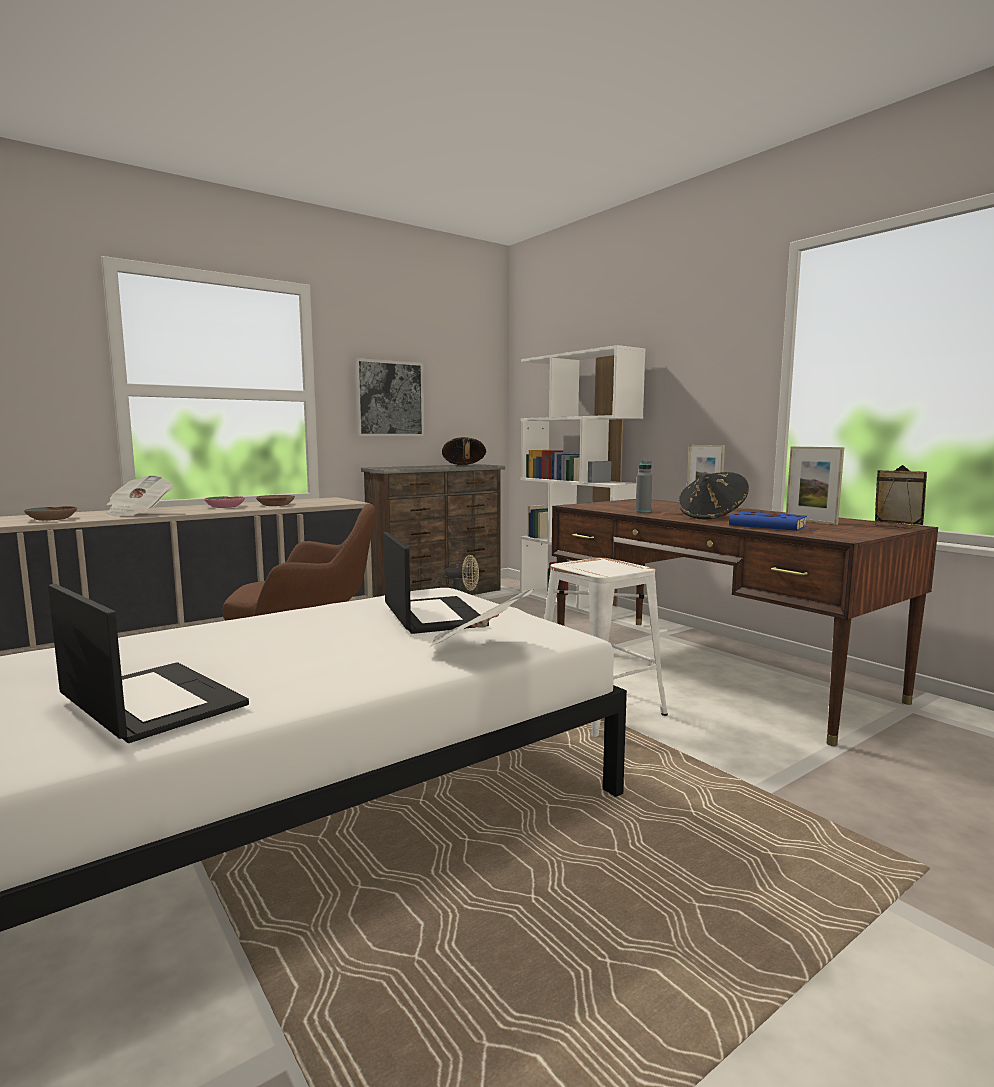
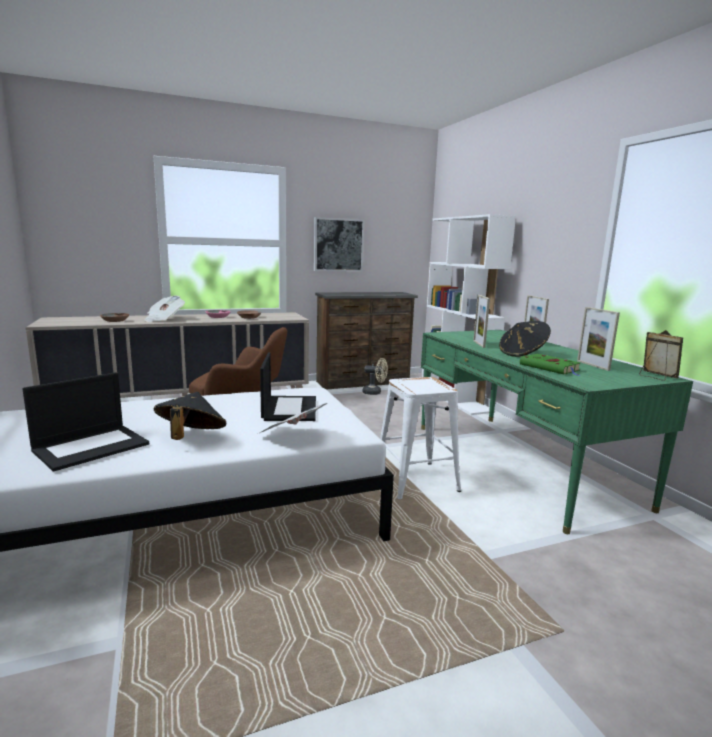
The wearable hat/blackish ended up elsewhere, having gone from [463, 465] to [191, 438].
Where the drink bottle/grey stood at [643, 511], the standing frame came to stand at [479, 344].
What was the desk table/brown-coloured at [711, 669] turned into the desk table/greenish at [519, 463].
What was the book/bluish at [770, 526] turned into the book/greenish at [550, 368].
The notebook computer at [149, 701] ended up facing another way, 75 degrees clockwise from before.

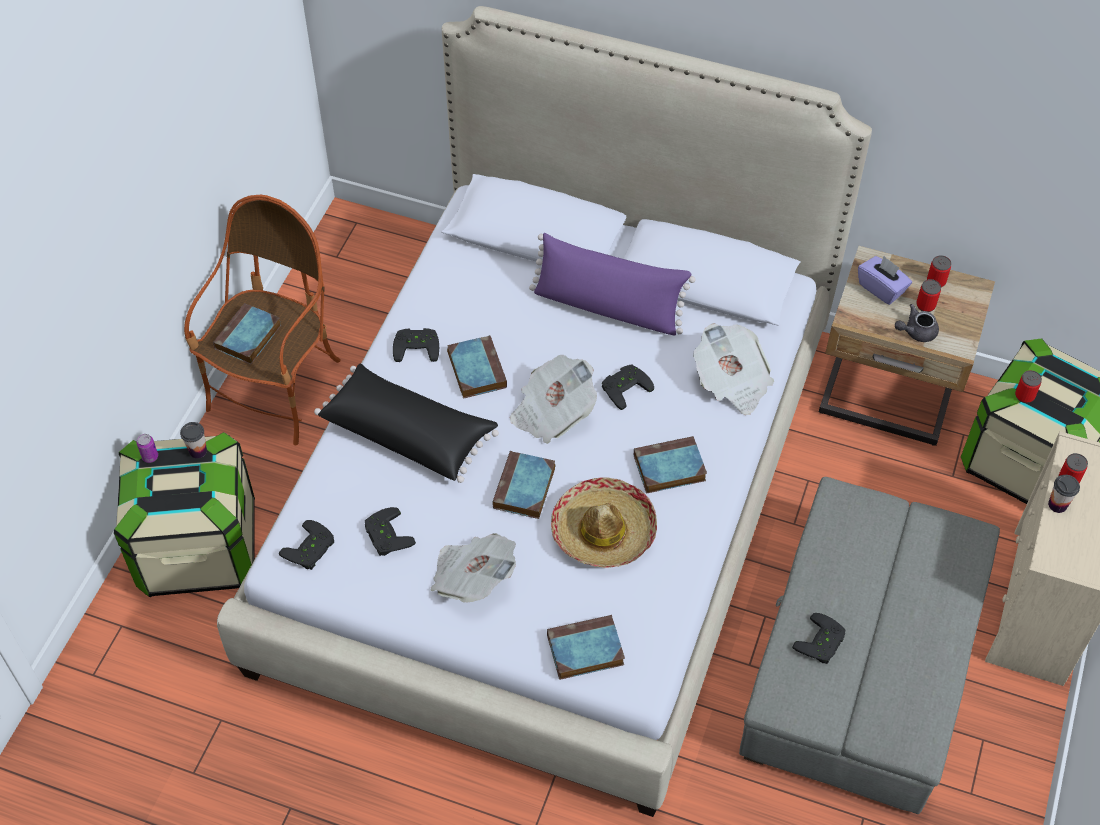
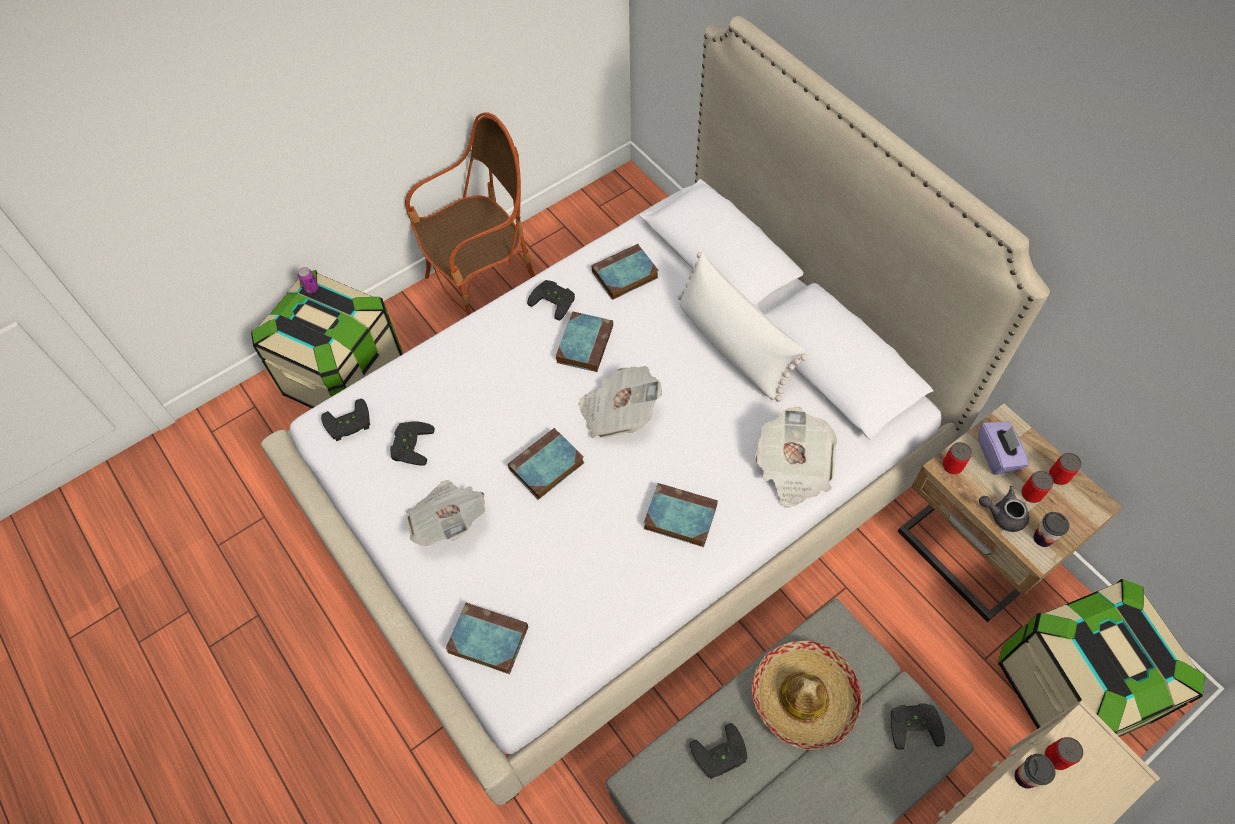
What was the cushion/purplish at [608, 307] turned into the cushion/white at [733, 346].
The book ended up elsewhere, having gone from [248, 338] to [624, 276].
The second view lost the cushion/blackish at [408, 433].
The gamepad/blackish ended up elsewhere, having gone from [624, 386] to [914, 723].
The can ended up elsewhere, having gone from [1024, 396] to [952, 466].
The small cup ended up elsewhere, having gone from [198, 451] to [1042, 538].
The wearable hat ended up elsewhere, having gone from [603, 531] to [804, 698].

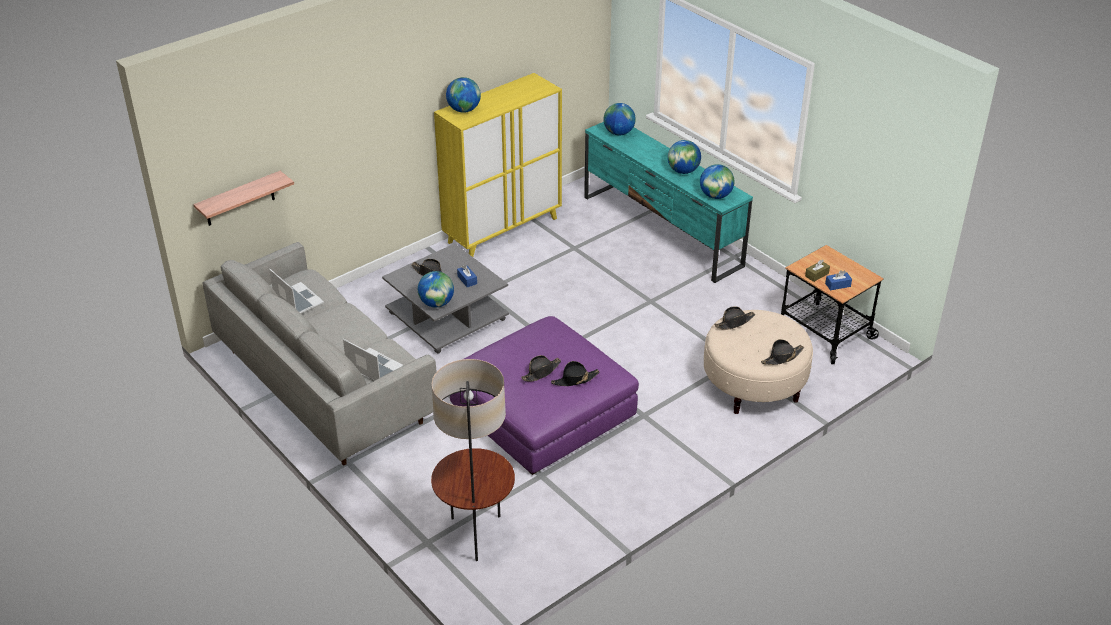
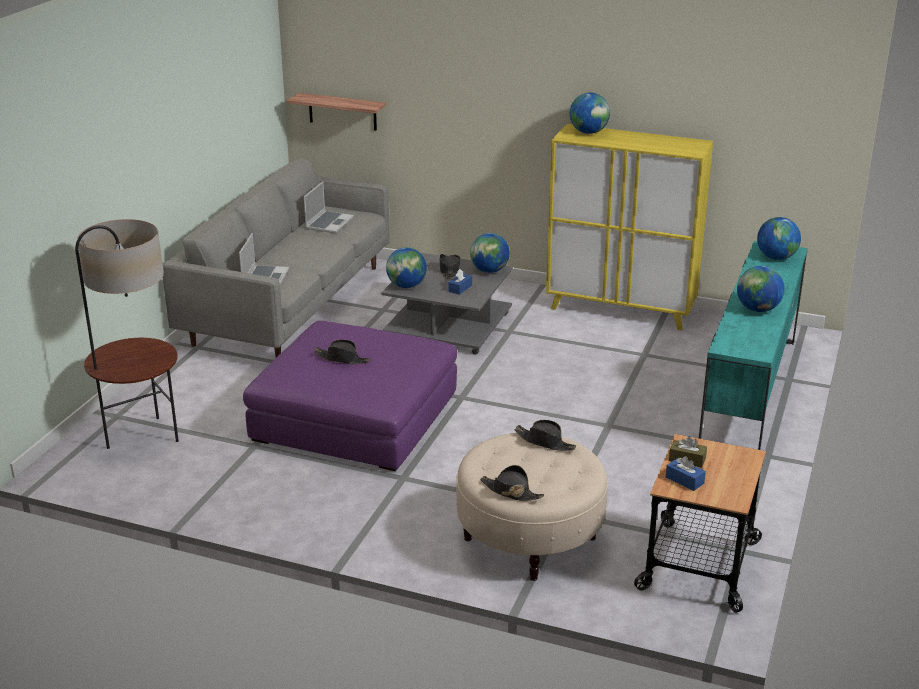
The world globe ended up elsewhere, having gone from [715, 196] to [489, 271].
The second view lost the wearable hat/blackish at [575, 380].

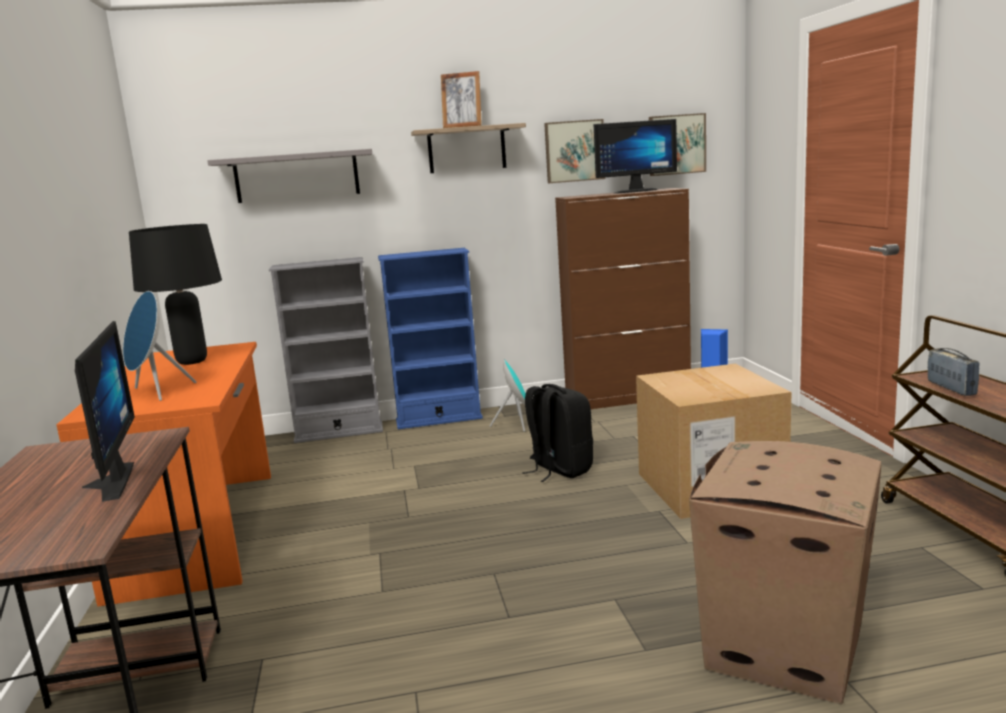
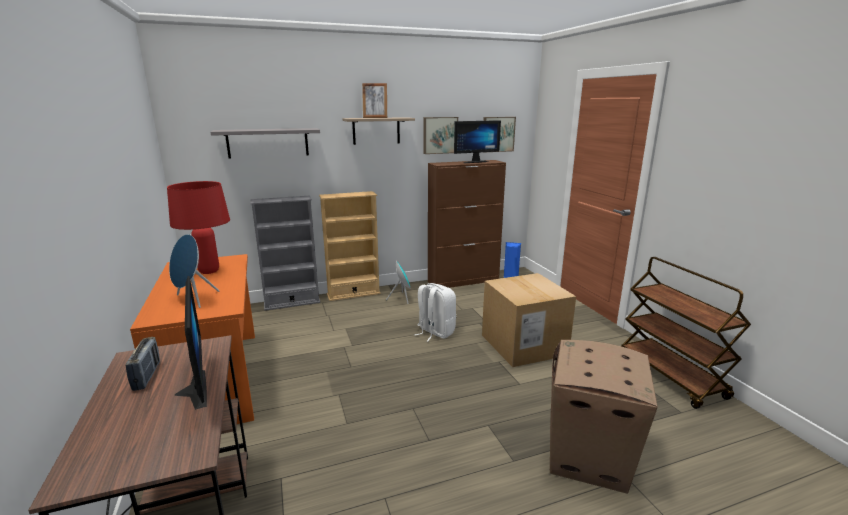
What was the lamp for a table/blackish at [192, 362] turned into the lamp for a table/reddish at [209, 271].
What was the bookshelf/bluish at [439, 419] turned into the bookshelf/sand-coloured at [353, 294].
The radio receiver ended up elsewhere, having gone from [951, 388] to [147, 376].
What was the knapsack/blackish at [559, 469] turned into the knapsack/white at [435, 332].

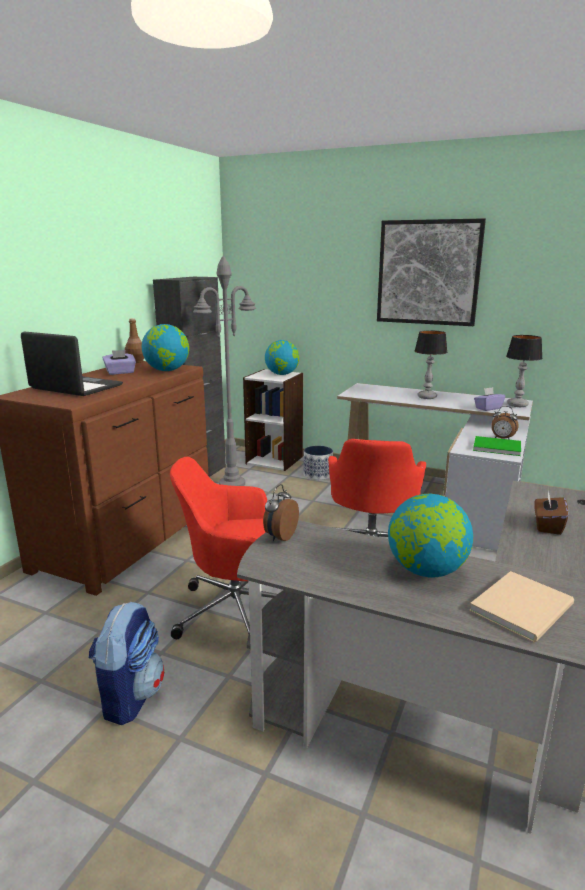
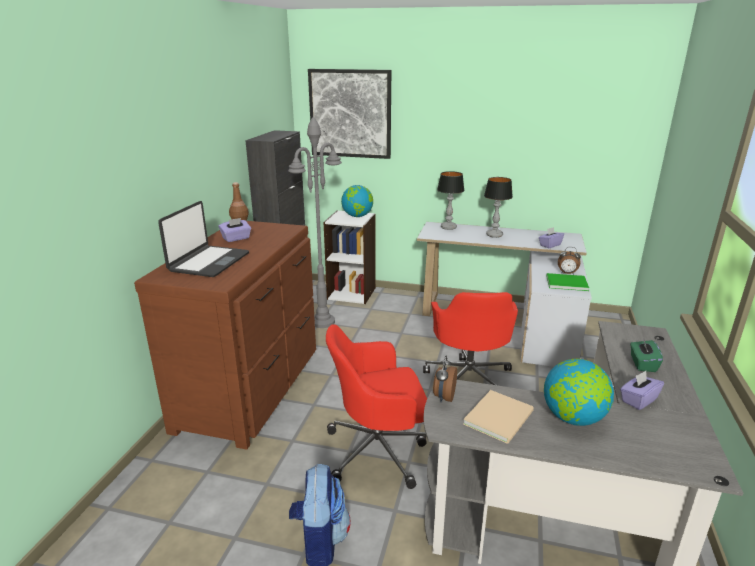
The wall art ended up elsewhere, having gone from [428, 273] to [350, 114].
The second view lost the world globe at [167, 370].
The notebook computer at [75, 387] ended up facing another way, 90 degrees clockwise from before.
The lamp for a table ended up elsewhere, having gone from [517, 405] to [448, 227].
The second view lost the flower pot at [317, 475].
What was the box of tissues/brown-coloured at [547, 525] turned into the box of tissues/greenish at [642, 364].
The book/sand-coloured ended up elsewhere, having gone from [525, 607] to [501, 417].
The second view gained the box of tissues/purplish at [638, 400].

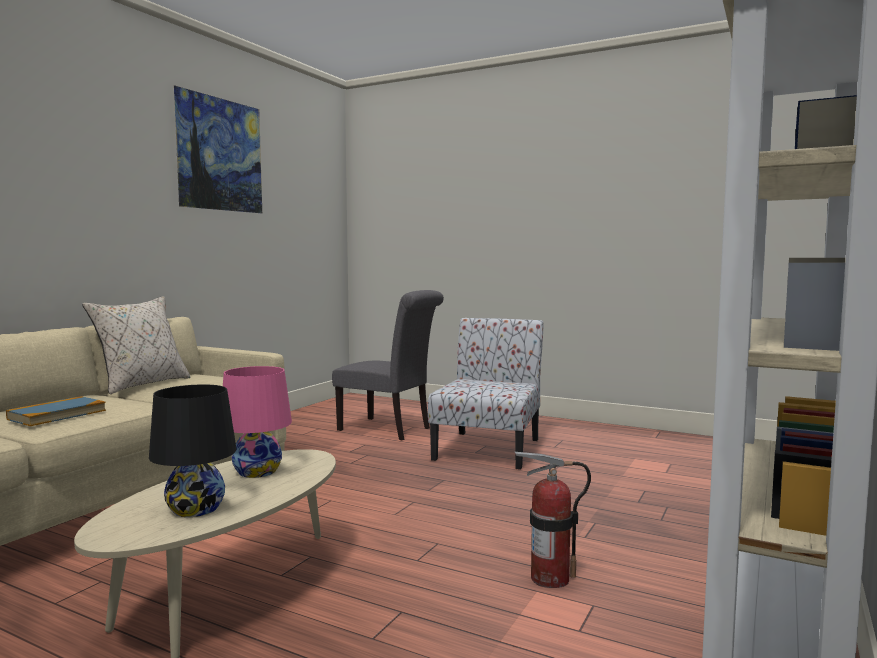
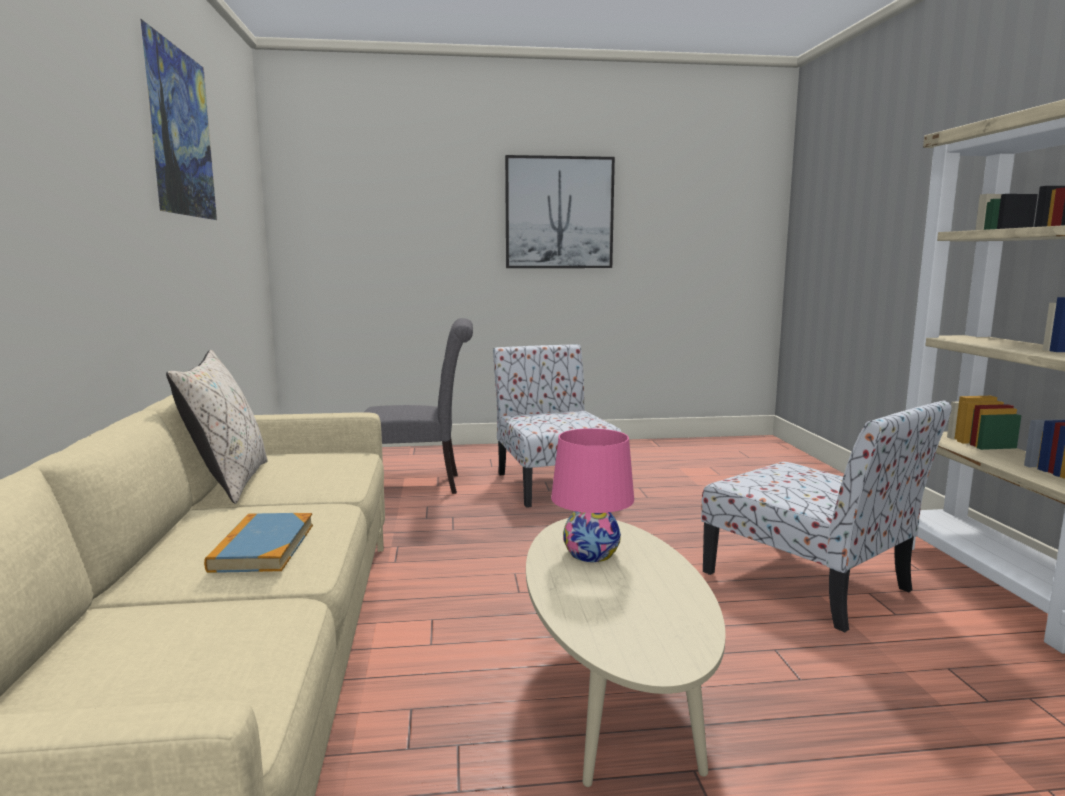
The second view lost the lamp for a table/blackish at [195, 509].
Where the fire-fighting cylinder stood at [549, 578], the upright chair came to stand at [810, 583].
The second view gained the wall art at [559, 213].

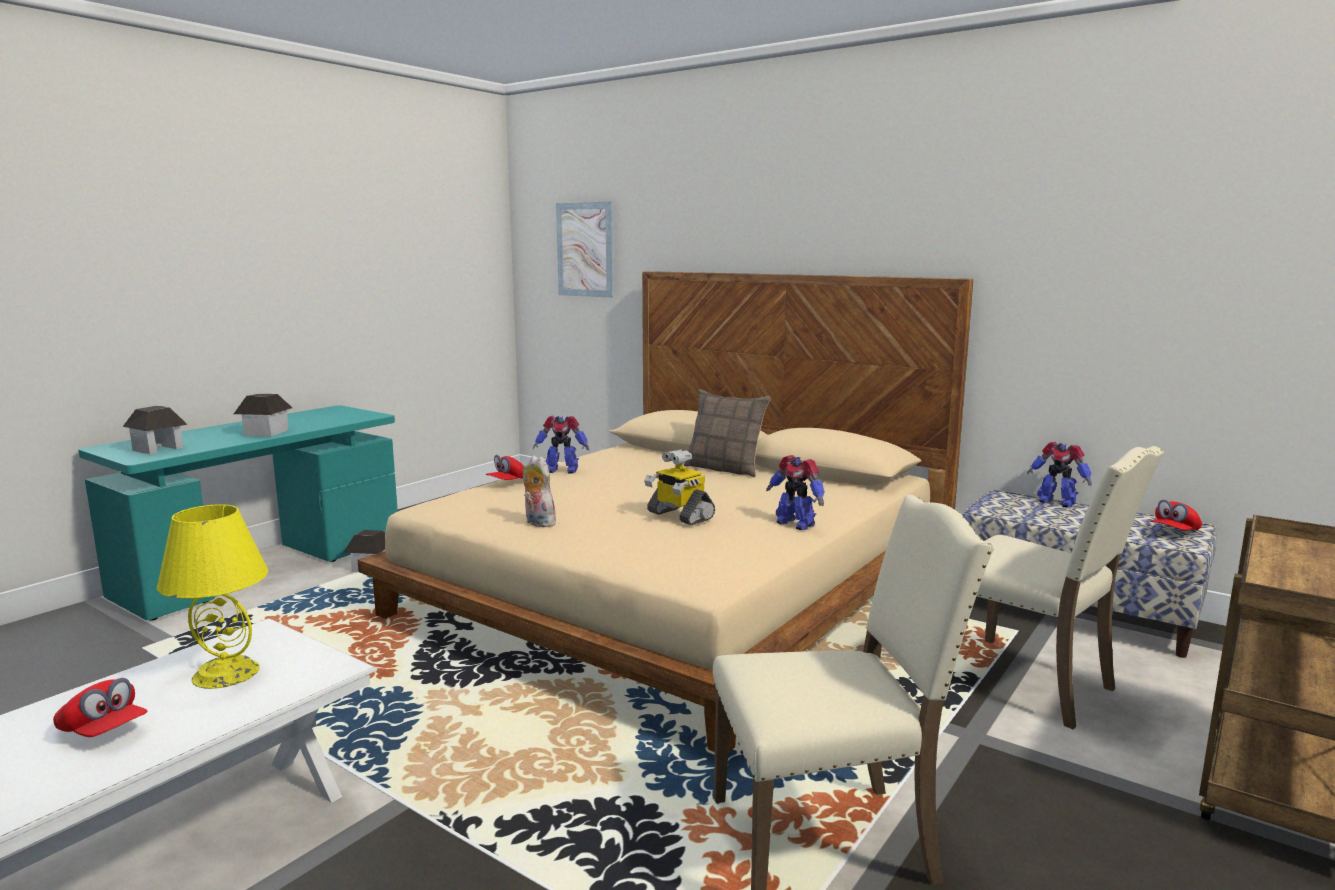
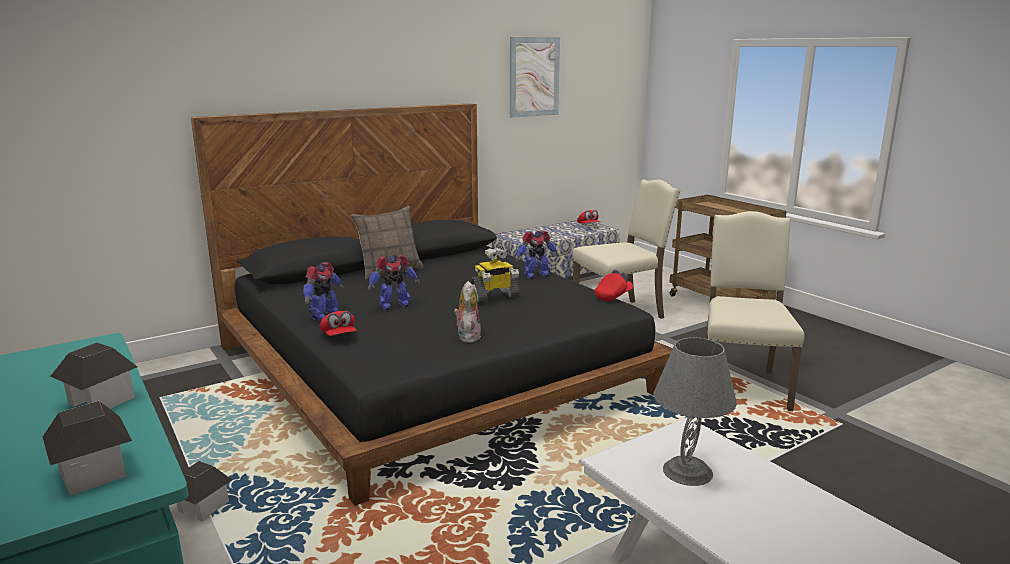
The wall art ended up elsewhere, having gone from [585, 249] to [534, 77].
What was the bed/sand-coloured at [676, 591] turned into the bed/blackish at [431, 369].
The toy robot ended up elsewhere, having gone from [1056, 502] to [394, 305].
The soft toy at [537, 523] ended up facing another way, 120 degrees clockwise from before.
What was the lamp for a table/yellow at [227, 673] turned into the lamp for a table/grey at [687, 471].
The peaked cap/reddish ended up elsewhere, having gone from [103, 731] to [613, 296].

